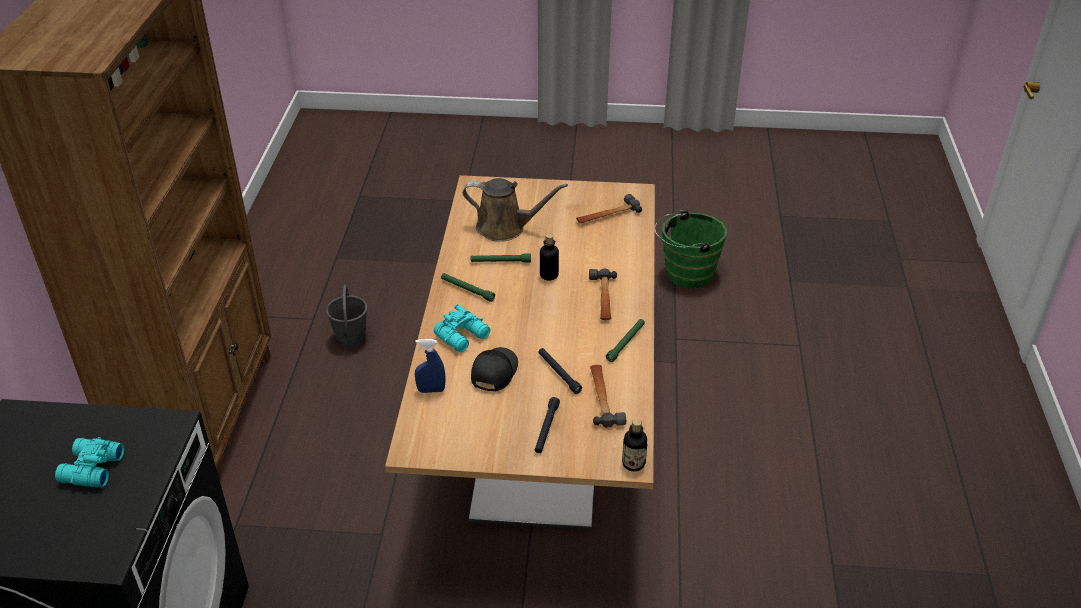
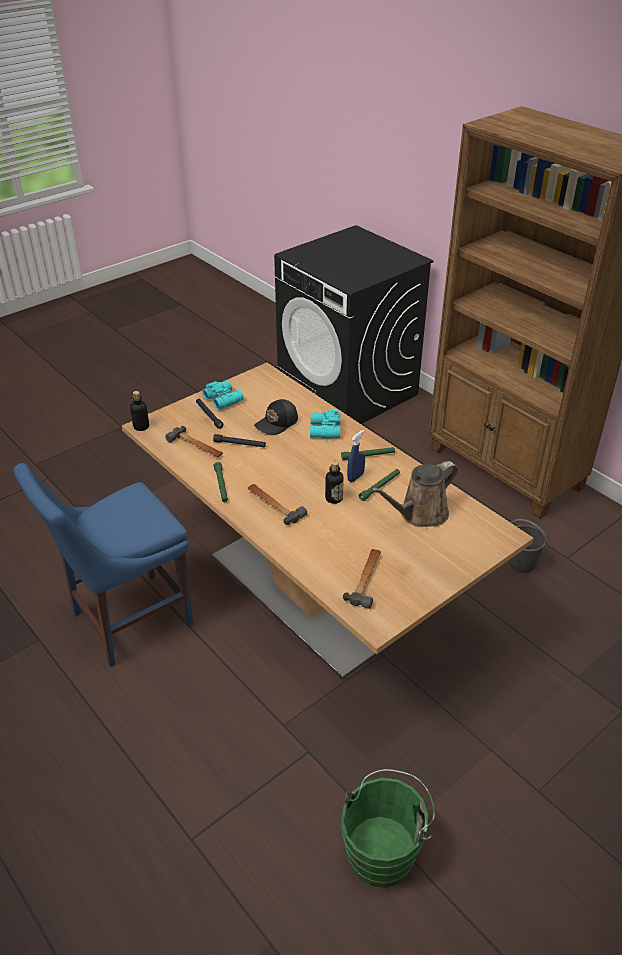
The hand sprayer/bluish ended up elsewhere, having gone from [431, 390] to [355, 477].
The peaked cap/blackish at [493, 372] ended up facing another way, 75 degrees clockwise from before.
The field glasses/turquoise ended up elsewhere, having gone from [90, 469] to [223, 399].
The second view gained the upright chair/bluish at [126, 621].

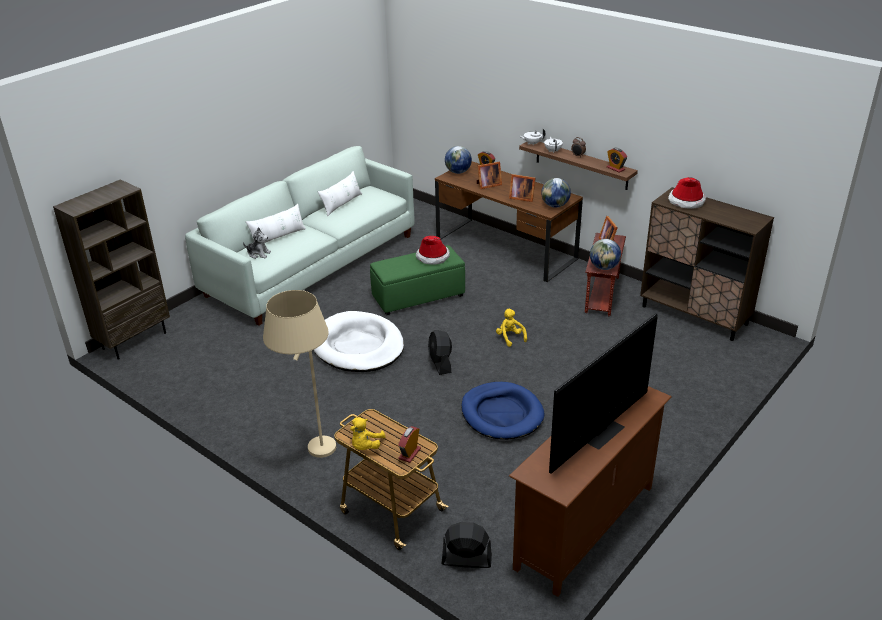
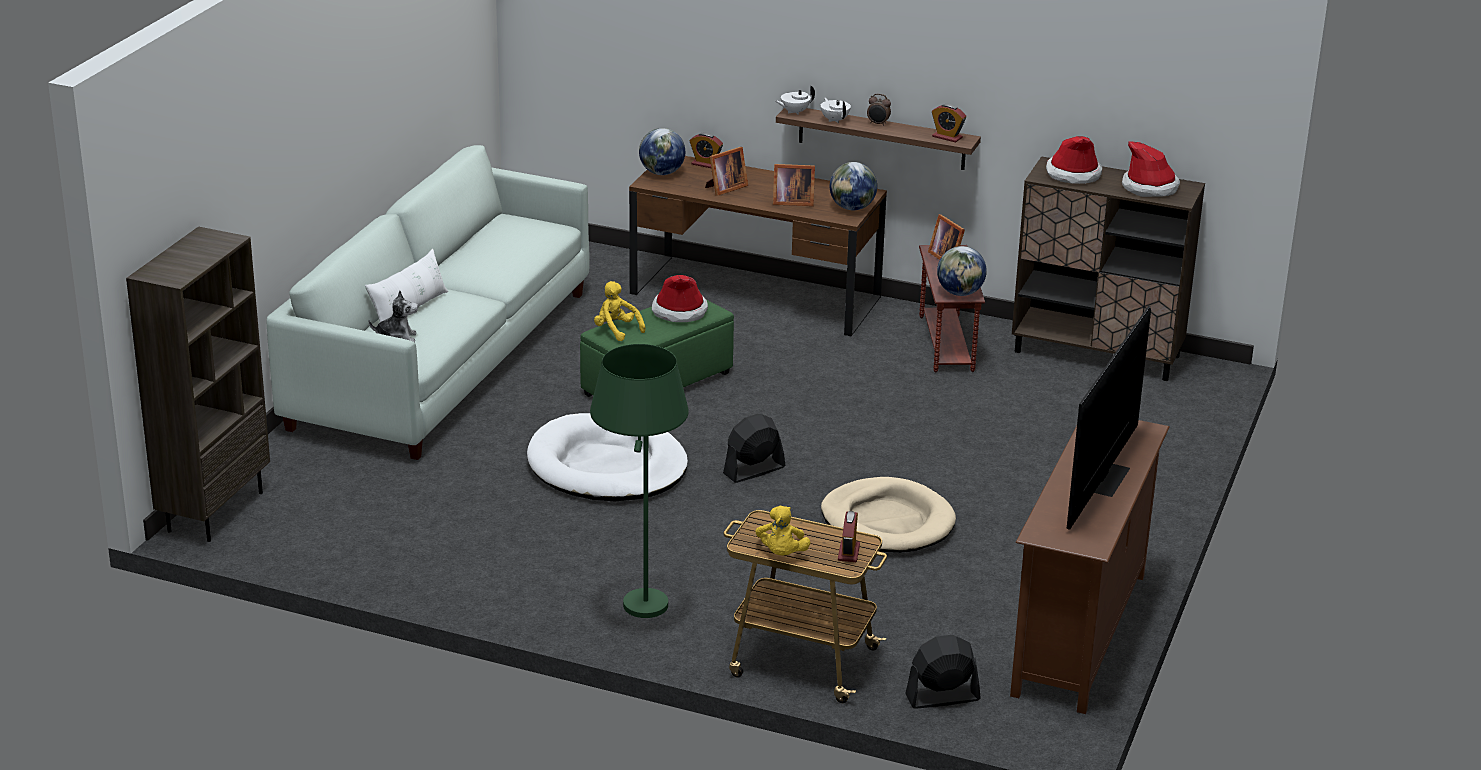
The second view lost the cushion/white at [342, 204].
What was the standing lamp/sand-coloured at [312, 457] turned into the standing lamp/greenish at [639, 619].
The soft toy/yellow ended up elsewhere, having gone from [510, 337] to [616, 330].
The electric fan/blackish at [440, 363] ended up facing another way, 90 degrees clockwise from before.
What was the dog cushion/bluish at [502, 414] turned into the dog cushion/sand-coloured at [887, 522].
The second view gained the wearable hat at [1150, 187].

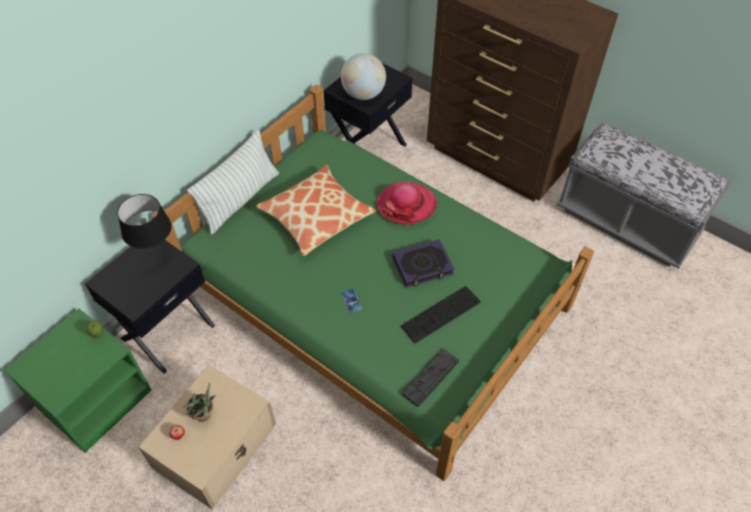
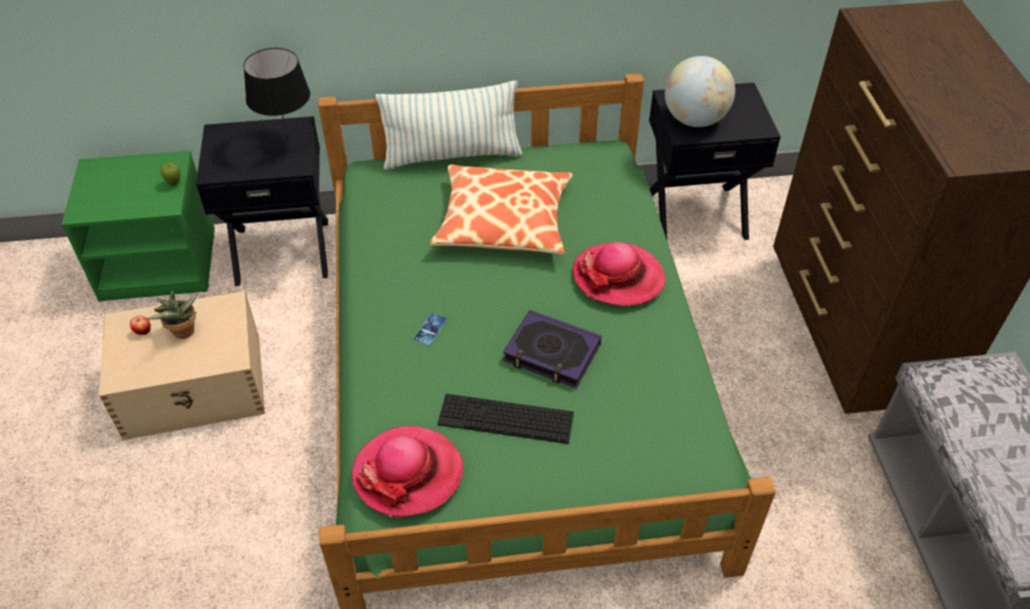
Where the keyboard stood at [430, 377], the wearable hat came to stand at [408, 473].

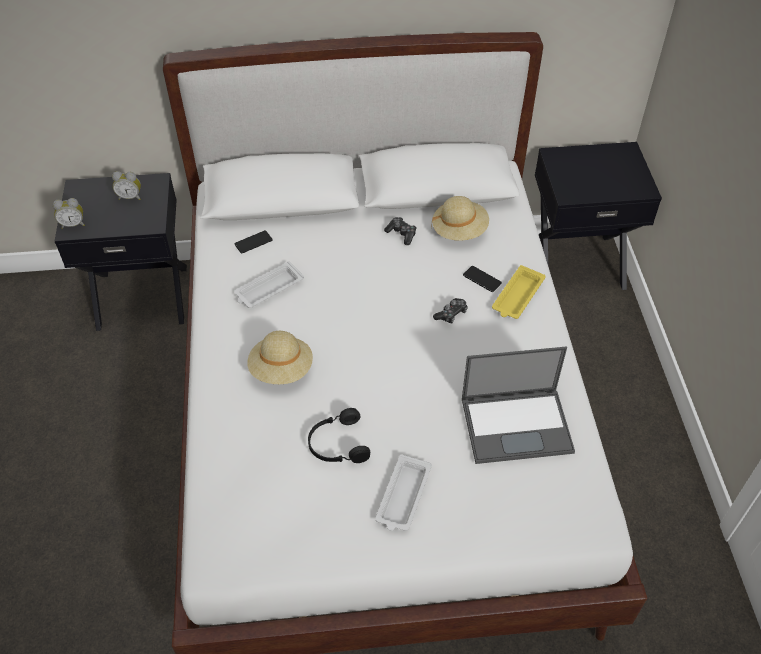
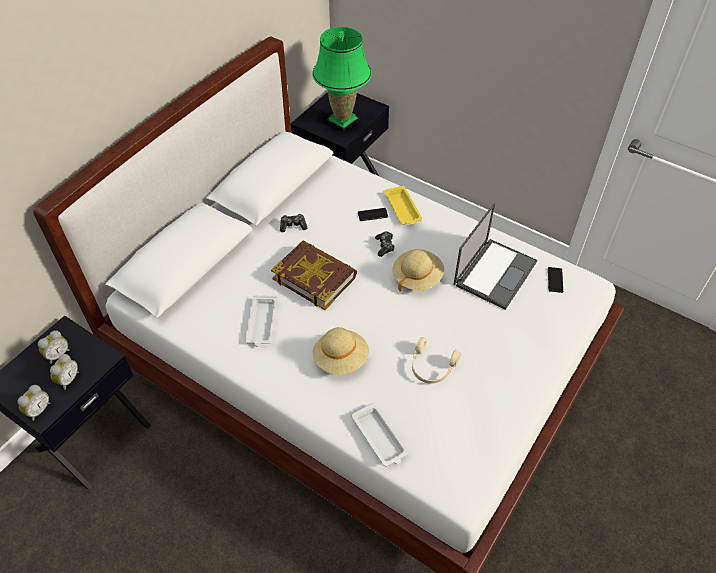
The wearable hat/sand-coloured ended up elsewhere, having gone from [459, 230] to [417, 277].
The handset ended up elsewhere, having gone from [253, 242] to [555, 280].
What was the headset/blackish at [337, 444] turned into the headset/sand-coloured at [431, 367].
The tray/white ended up elsewhere, having gone from [403, 497] to [380, 438].
The second view gained the lamp for a table/greenish at [342, 122].
The second view gained the book at [315, 277].
The second view gained the alarm clock at [68, 379].

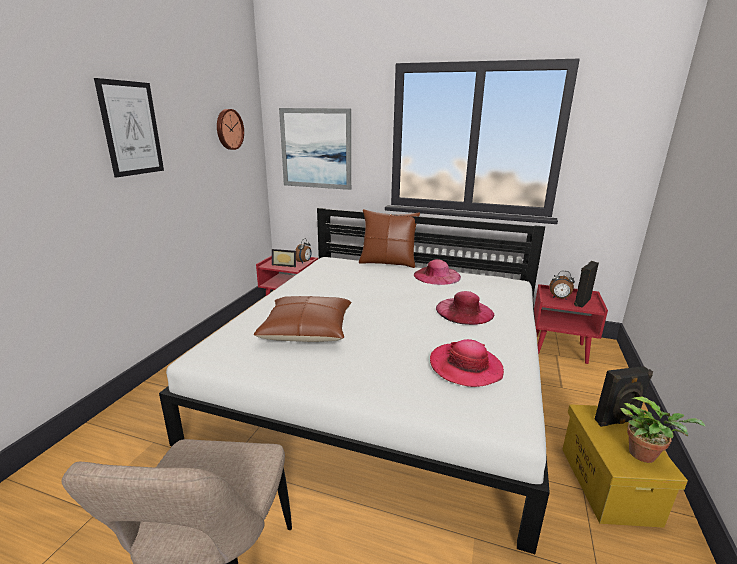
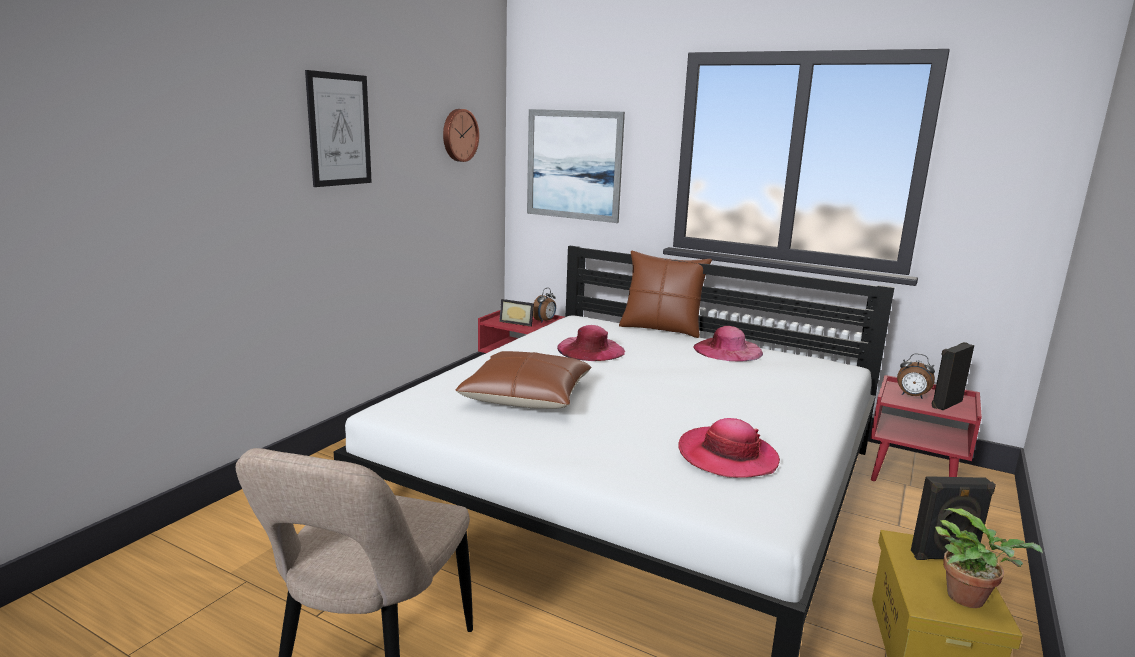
The wearable hat/pink-coloured ended up elsewhere, having gone from [464, 311] to [590, 349].

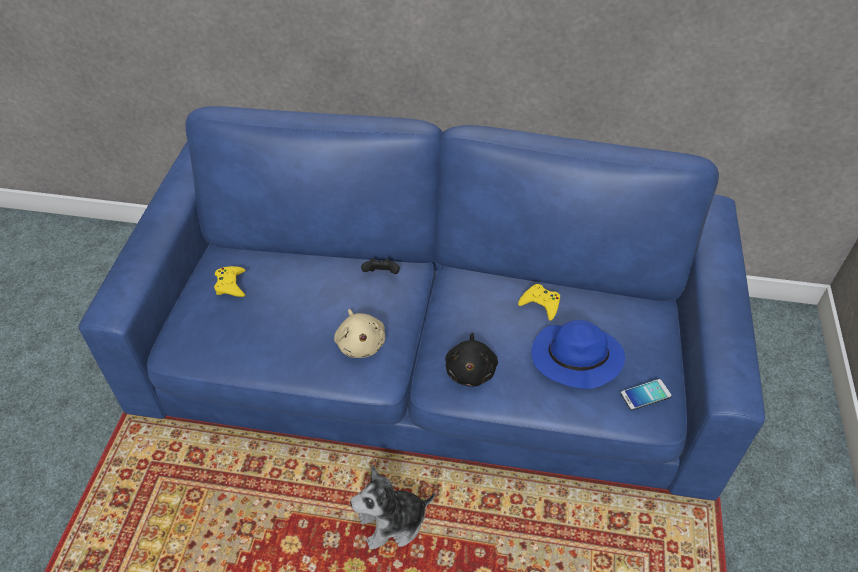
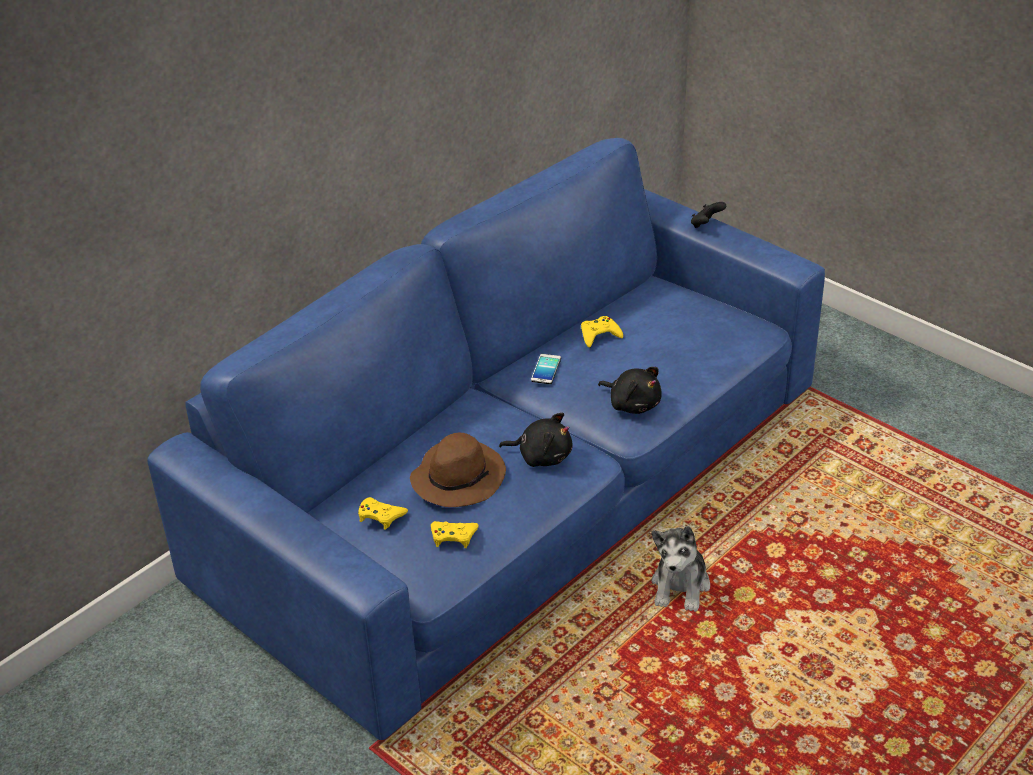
The gamepad/blackish ended up elsewhere, having gone from [381, 275] to [706, 225].
What was the soft toy/sand-coloured at [361, 343] turned into the soft toy/blackish at [542, 456].
The second view lost the wearable hat/bluish at [575, 359].
The handset ended up elsewhere, having gone from [645, 395] to [546, 369].
The second view gained the wearable hat/brown-coloured at [458, 477].
The second view gained the gamepad/yellow at [453, 536].

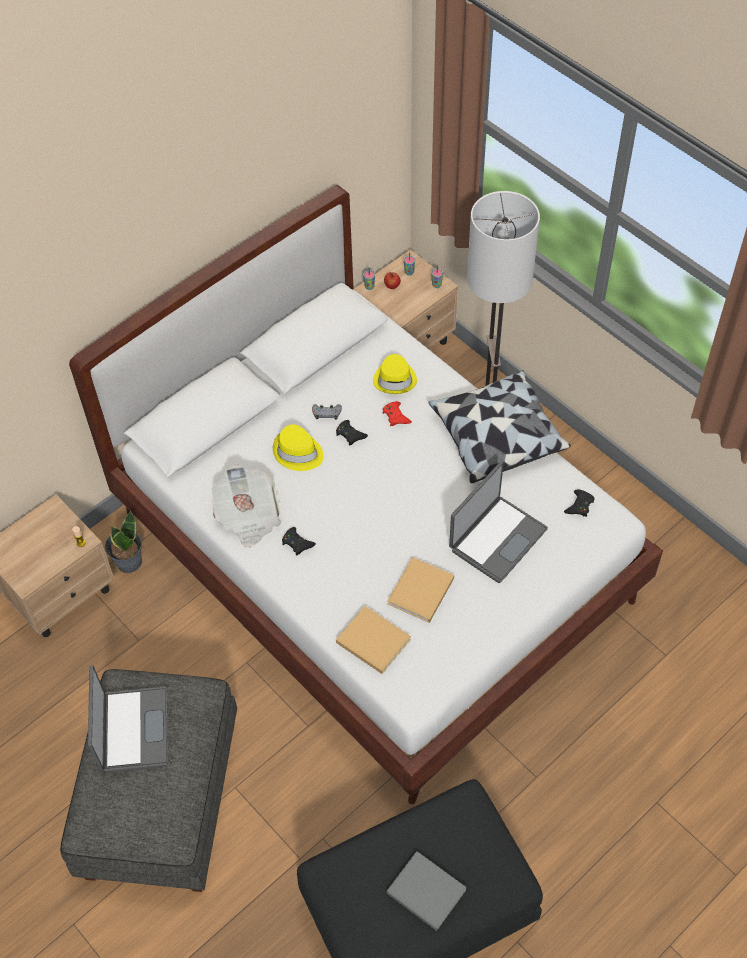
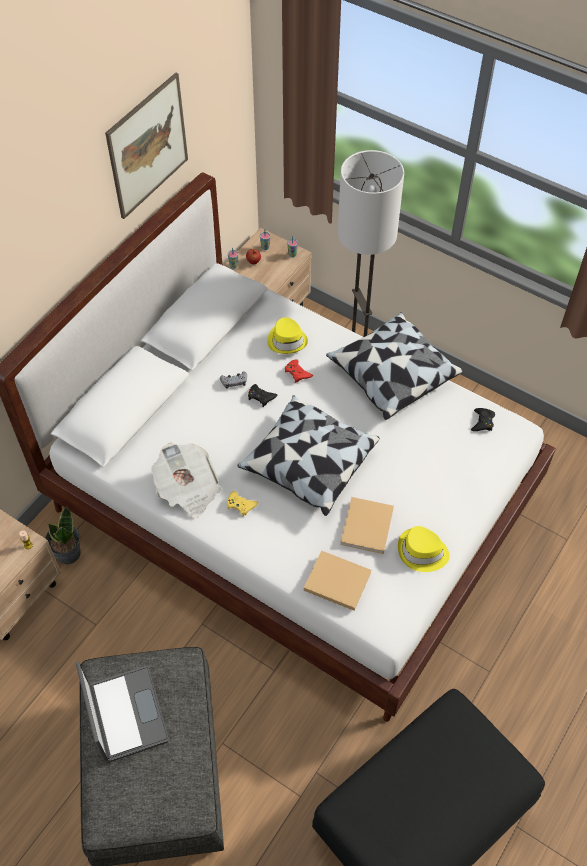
The wearable hat/yellow ended up elsewhere, having gone from [298, 452] to [422, 552].
The second view lost the notebook computer at [496, 538].
What was the gamepad/blackish at [297, 543] turned into the gamepad/yellow at [240, 505].
The second view lost the book/grey at [424, 890].
The second view gained the wall art at [148, 146].
The second view gained the cushion at [308, 463].

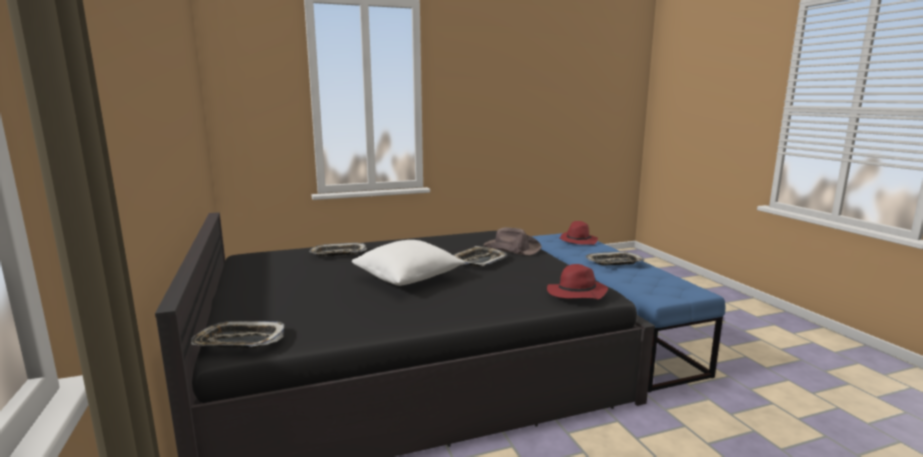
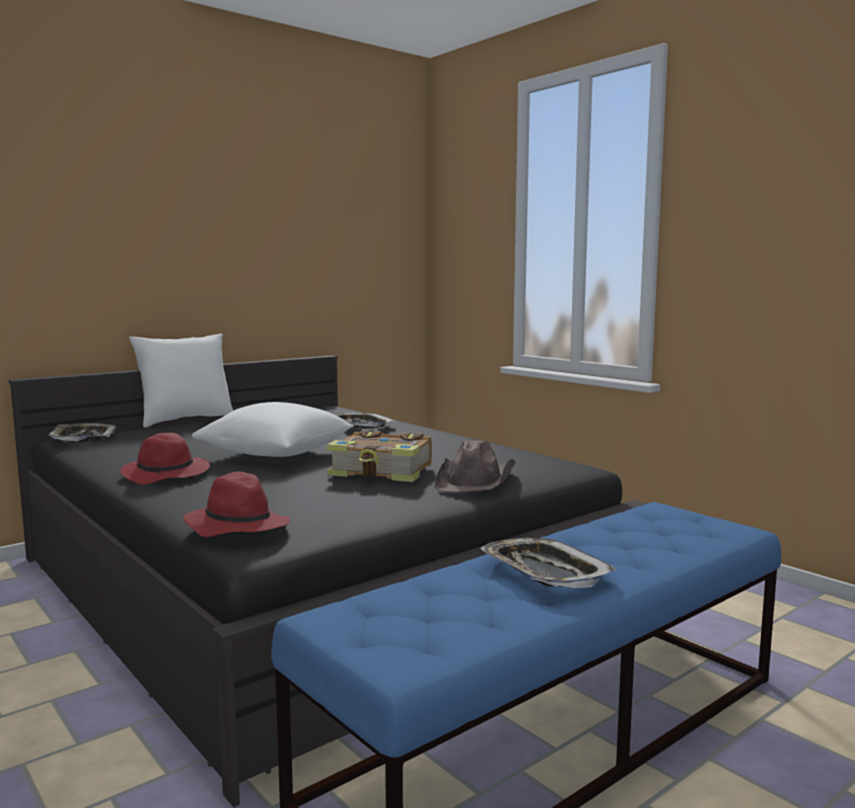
The wearable hat/reddish ended up elsewhere, having gone from [577, 241] to [167, 475].
Where the tray stood at [479, 260], the book came to stand at [382, 472].
The second view gained the cushion/white at [186, 420].

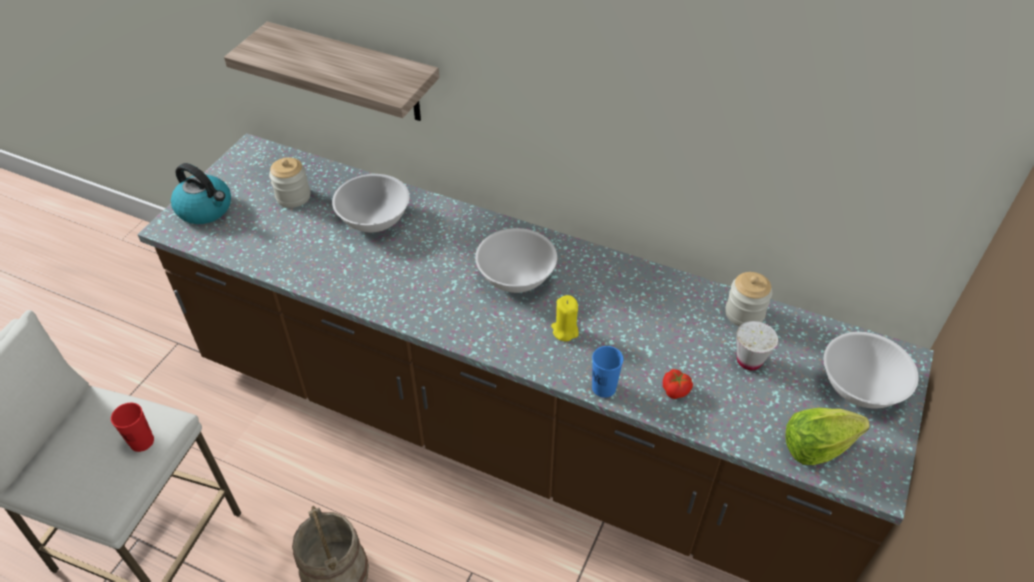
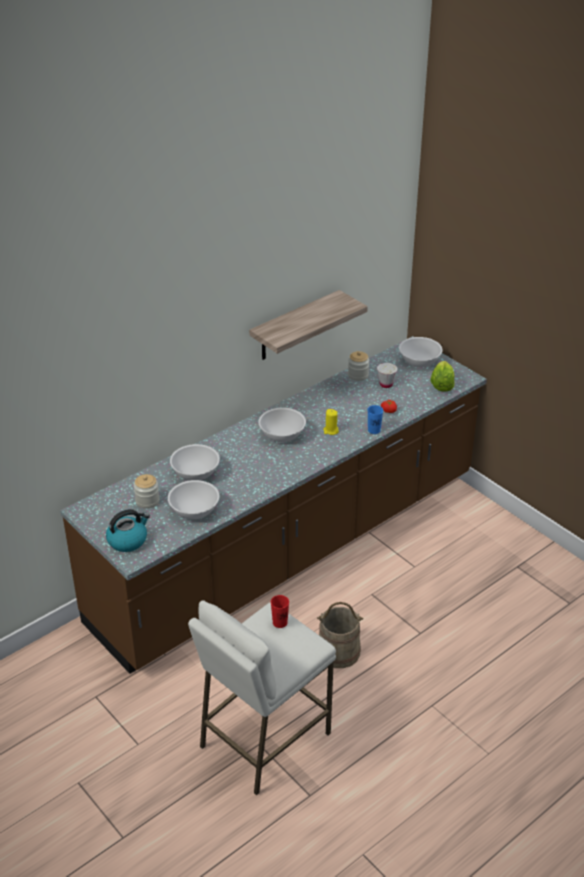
The wall shelf ended up elsewhere, having gone from [355, 73] to [295, 326].
The second view gained the serving bowl/white at [195, 510].

